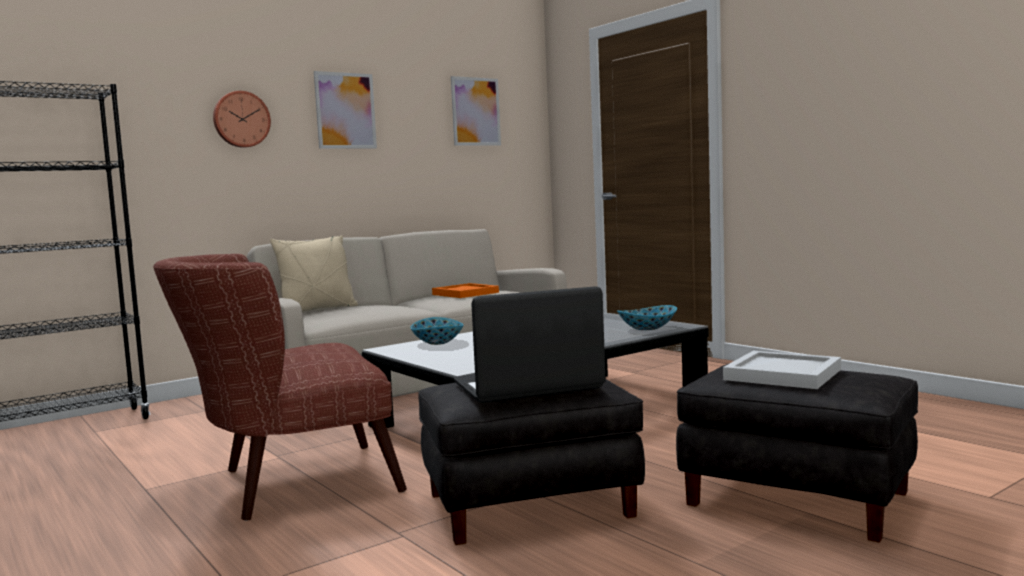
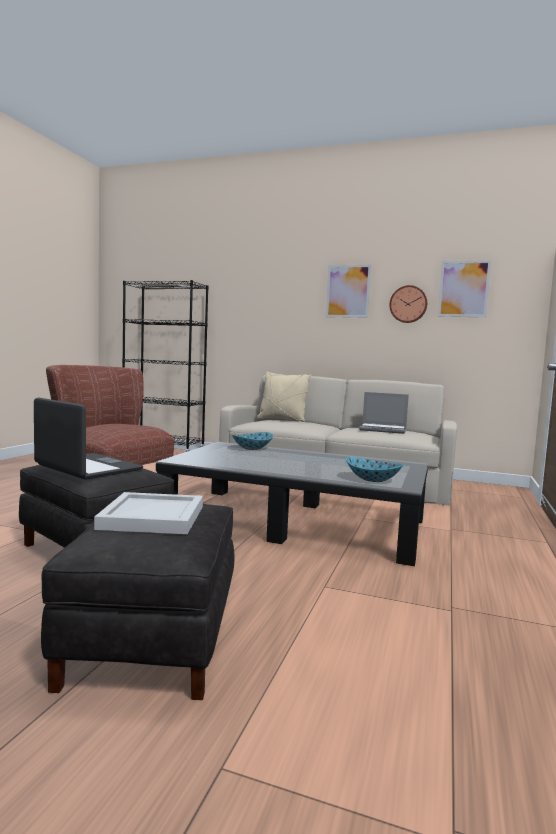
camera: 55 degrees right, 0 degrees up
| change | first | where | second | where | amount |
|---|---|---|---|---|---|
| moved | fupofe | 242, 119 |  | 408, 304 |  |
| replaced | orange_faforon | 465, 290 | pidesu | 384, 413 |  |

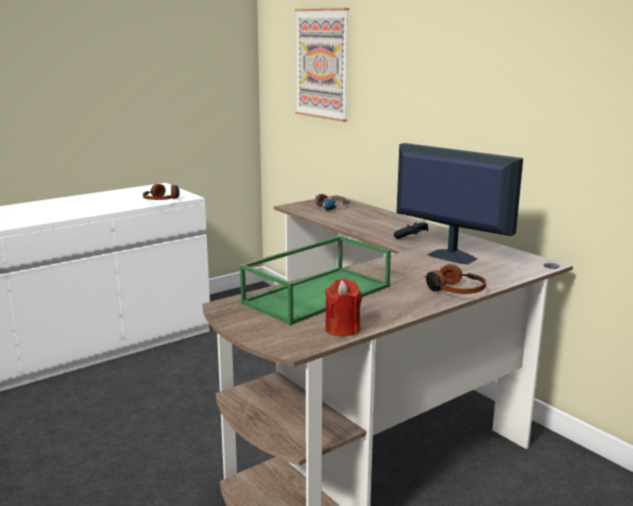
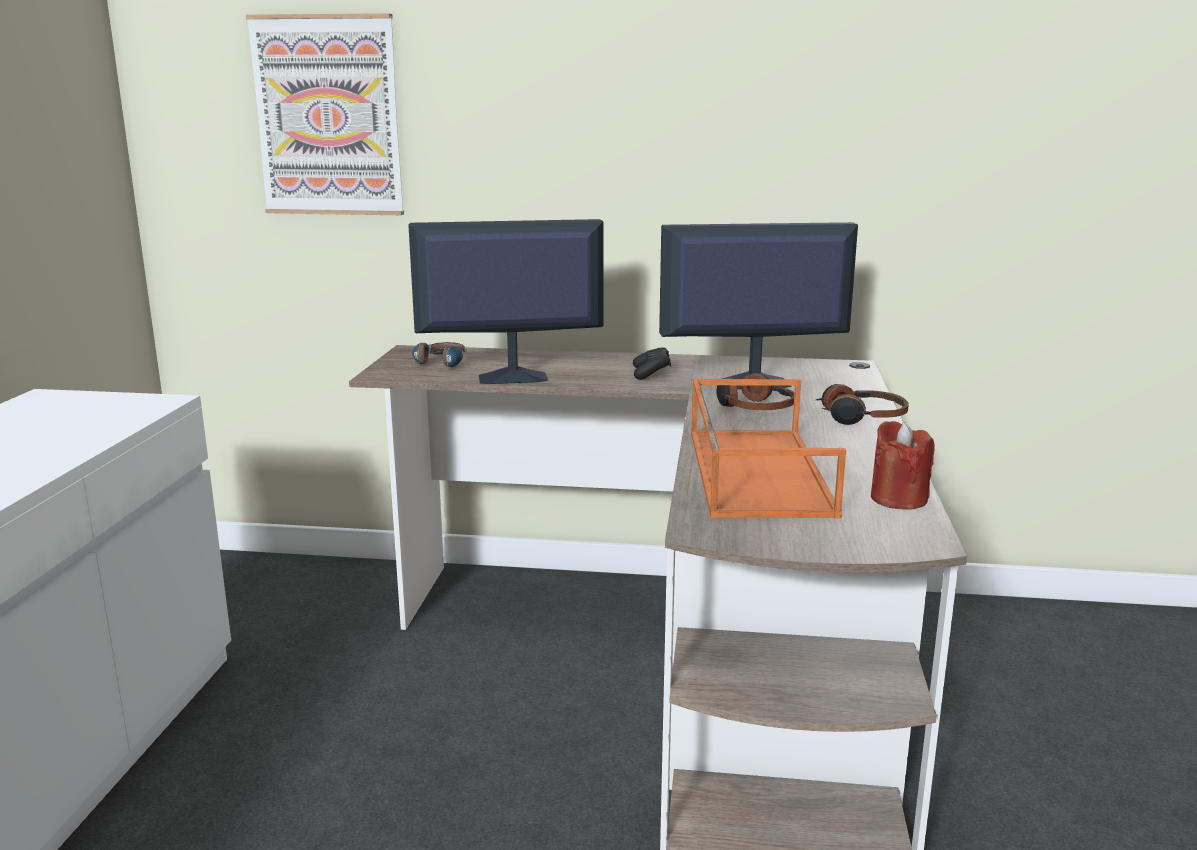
camera: 45 degrees left, 0 degrees up
| change | first | where | second | where | amount |
|---|---|---|---|---|---|
| moved | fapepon | 161, 192 |  | 755, 391 |  |
| recoloured | green_faforon | 315, 280 | orange_faforon | 768, 448 |  |
| added |  |  | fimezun | 506, 301 |  |

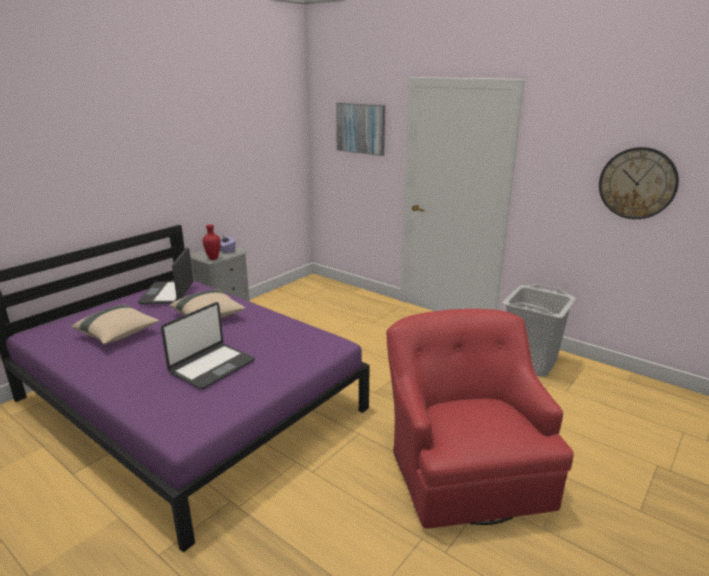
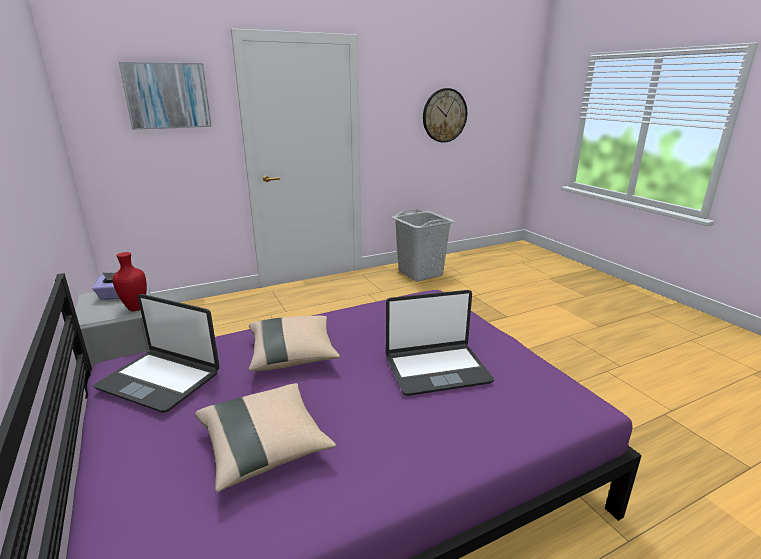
camera: 65 degrees left, 0 degrees up
| change | first | where | second | where | amount |
|---|---|---|---|---|---|
| turned | pidesu | 208, 345 |  | 440, 343 | 105 degrees clockwise |
| removed | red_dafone | 480, 418 |  |  |  |

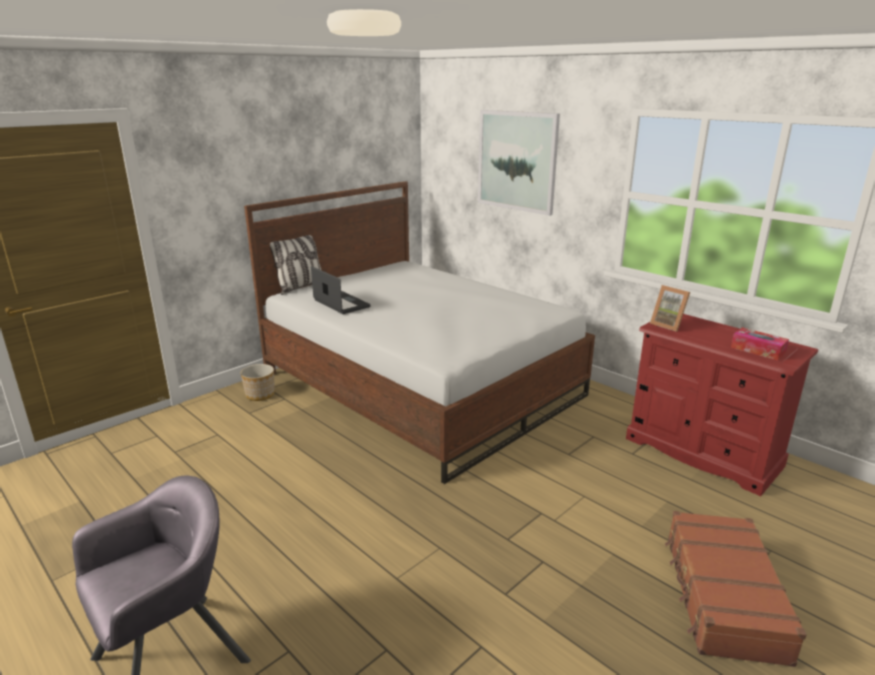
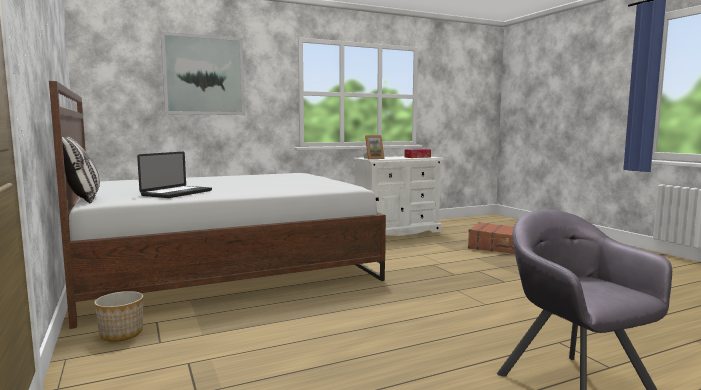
camera: 70 degrees left, 15 degrees down
| change | first | where | second | where | amount |
|---|---|---|---|---|---|
| turned | pidesu | 340, 290 |  | 174, 175 | 135 degrees clockwise |
| recoloured | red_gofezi | 722, 405 | white_gofezi | 398, 196 |  |

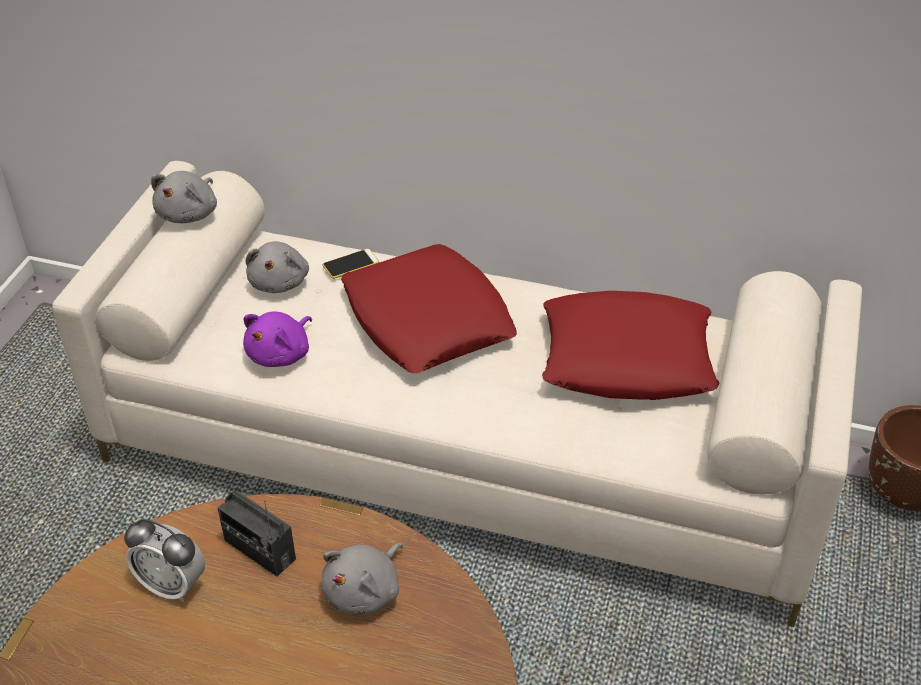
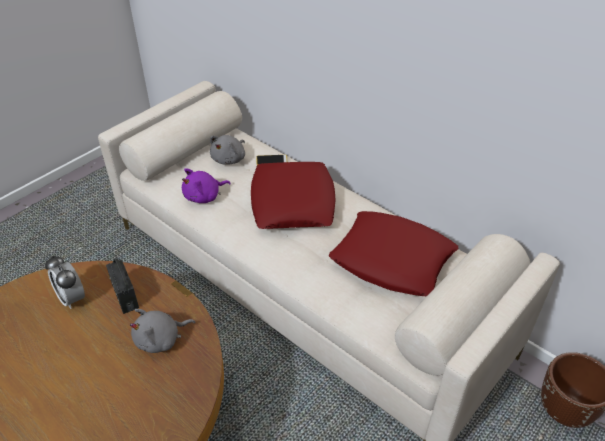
camera: 25 degrees right, 0 degrees up
| change | first | where | second | where | amount |
|---|---|---|---|---|---|
| removed | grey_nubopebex | 184, 197 |  |  |  |

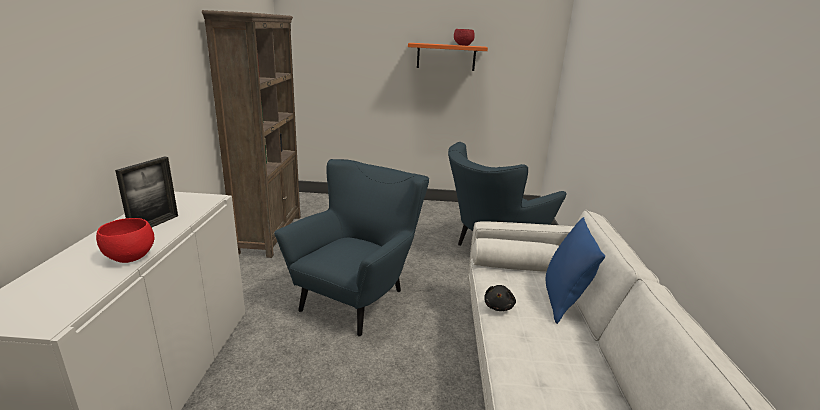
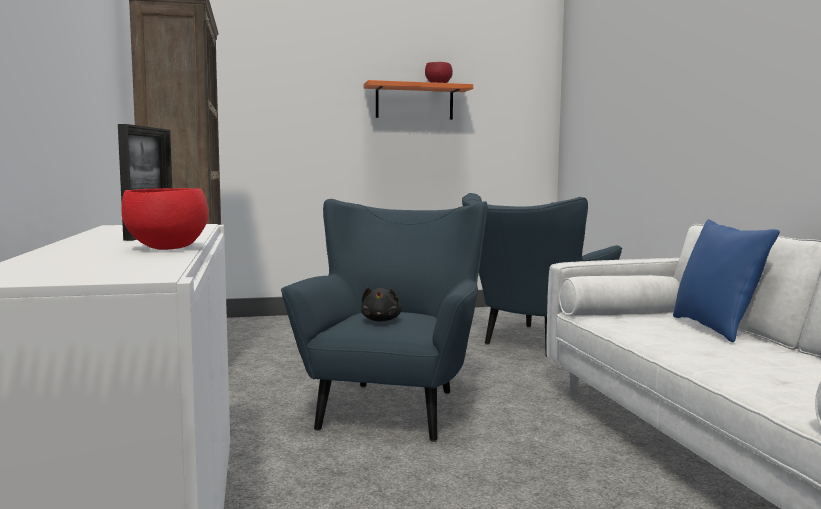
camera: 15 degrees left, 15 degrees down
| change | first | where | second | where | amount |
|---|---|---|---|---|---|
| moved | black_nubopebex | 500, 298 |  | 381, 304 |  |

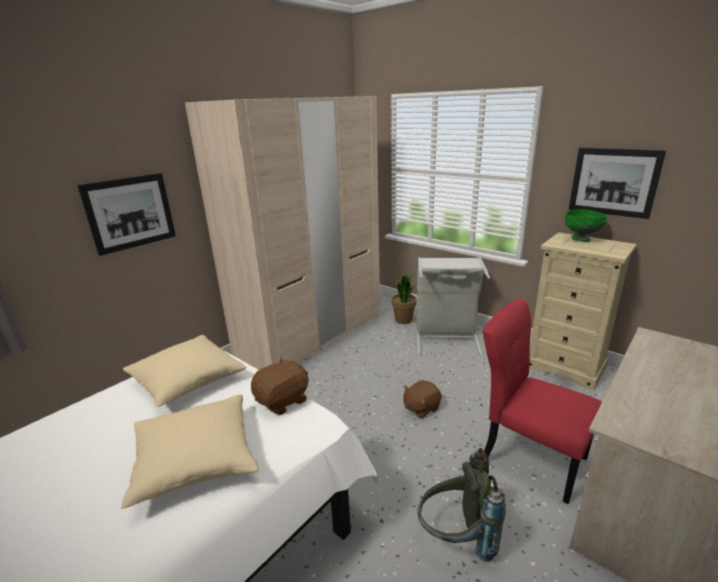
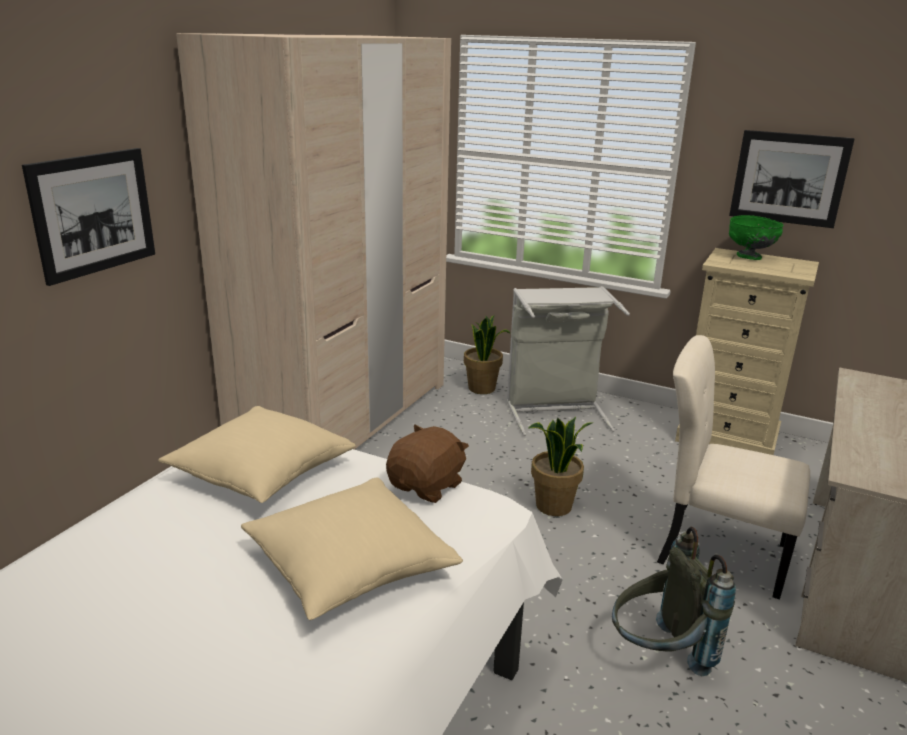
camera: 15 degrees left, 0 degrees up
| change | first | where | second | where | amount |
|---|---|---|---|---|---|
| replaced | brown_nubopebex | 422, 399 | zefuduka | 561, 466 |  |
| recoloured | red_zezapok | 542, 401 | beige_zezapok | 733, 467 |  |

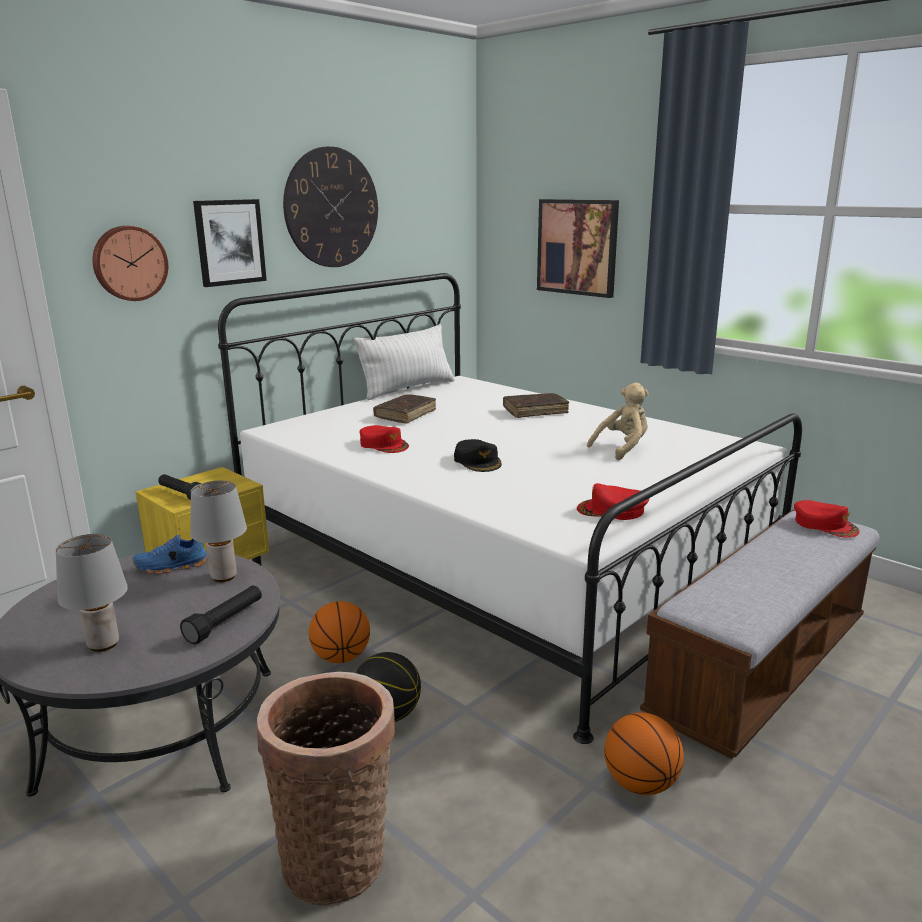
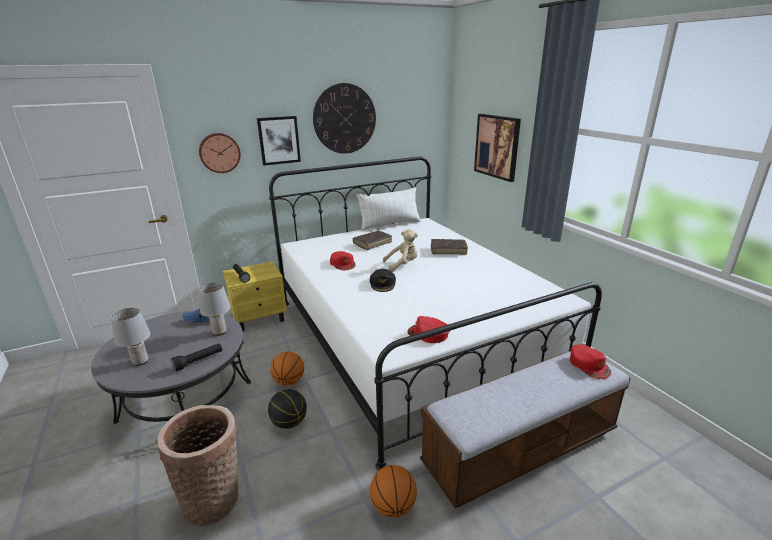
camera: 20 degrees right, 5 degrees up
| change | first | where | second | where | amount |
|---|---|---|---|---|---|
| moved | beige_nubopebex | 618, 421 |  | 400, 250 |  |

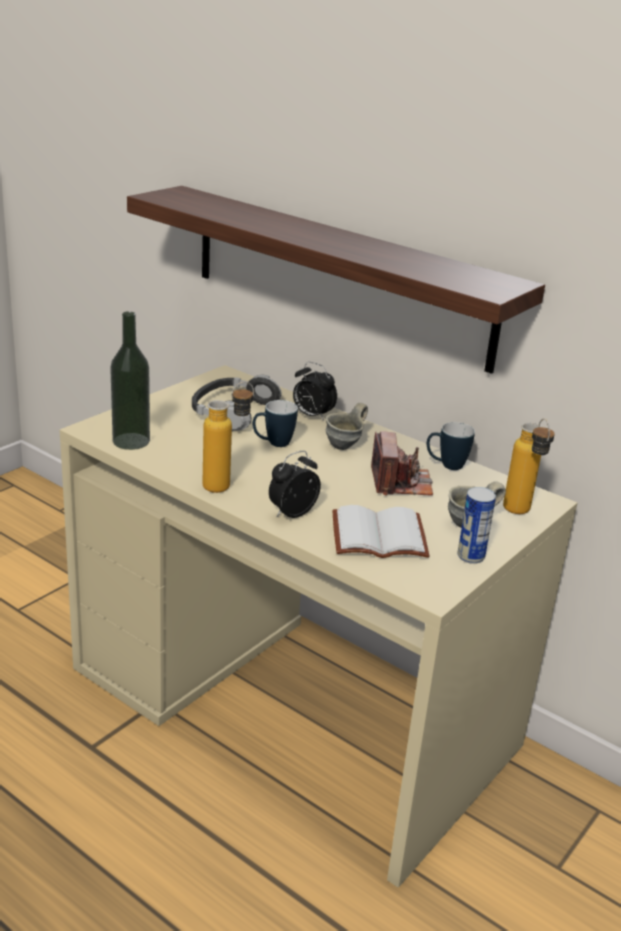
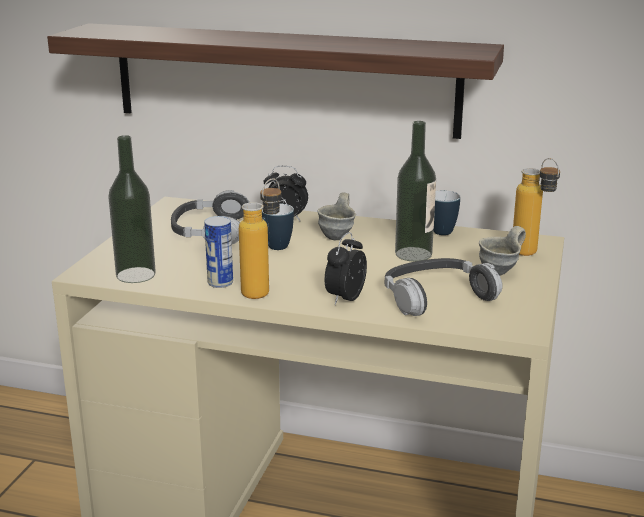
camera: 20 degrees left, 5 degrees down
| change | first | where | second | where | amount |
|---|---|---|---|---|---|
| replaced | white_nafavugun | 381, 531 | fapepon | 443, 287 |  |
| replaced | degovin | 402, 463 | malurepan | 415, 191 |  |
| moved | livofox | 476, 525 |  | 218, 252 |  |

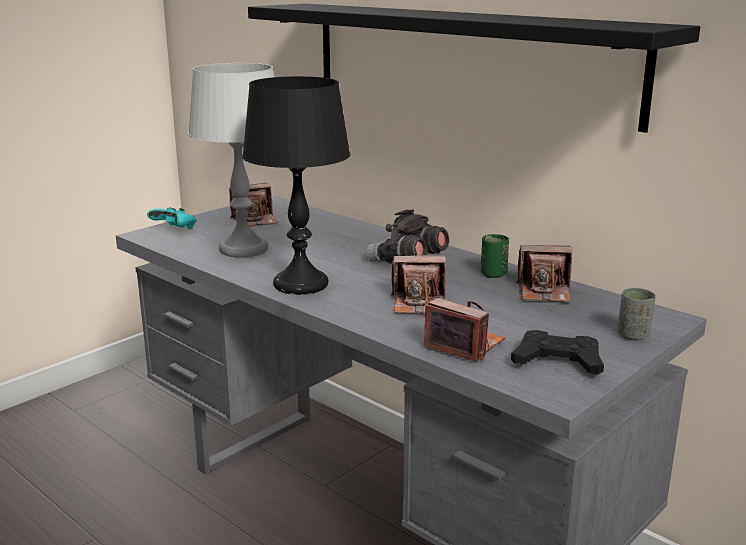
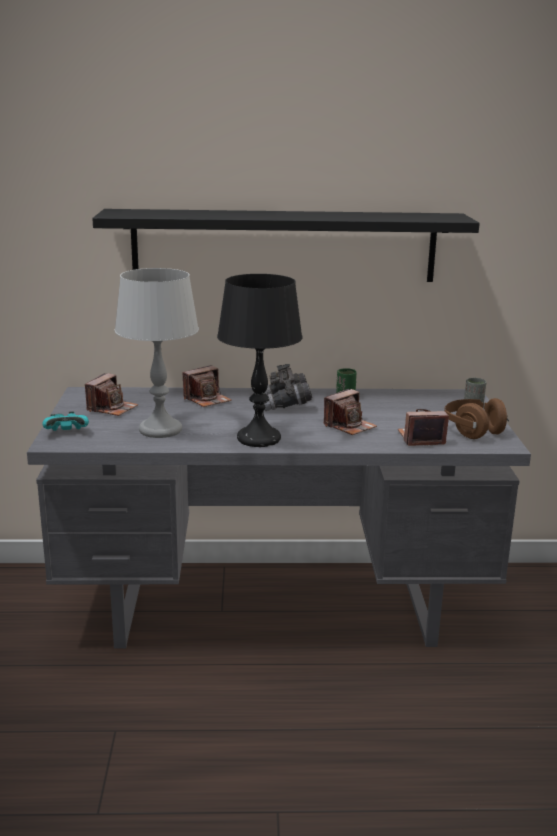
camera: 45 degrees left, 0 degrees up
| change | first | where | second | where | amount |
|---|---|---|---|---|---|
| replaced | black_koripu | 557, 352 | brown_fapepon | 476, 418 |  |
| moved | degovin | 544, 273 |  | 207, 386 |  |

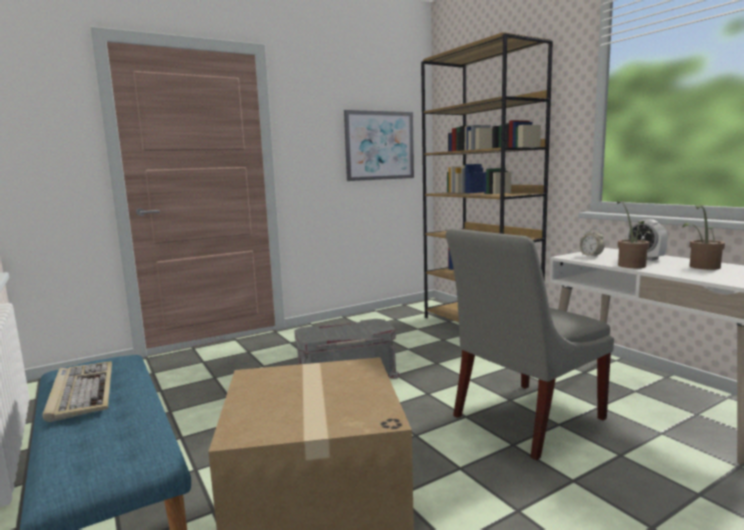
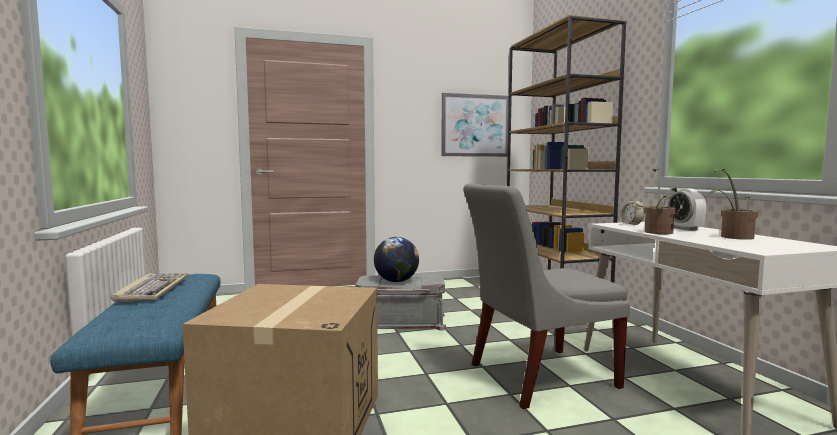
camera: 15 degrees right, 5 degrees down
| change | first | where | second | where | amount |
|---|---|---|---|---|---|
| added |  |  | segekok | 396, 259 |  |

